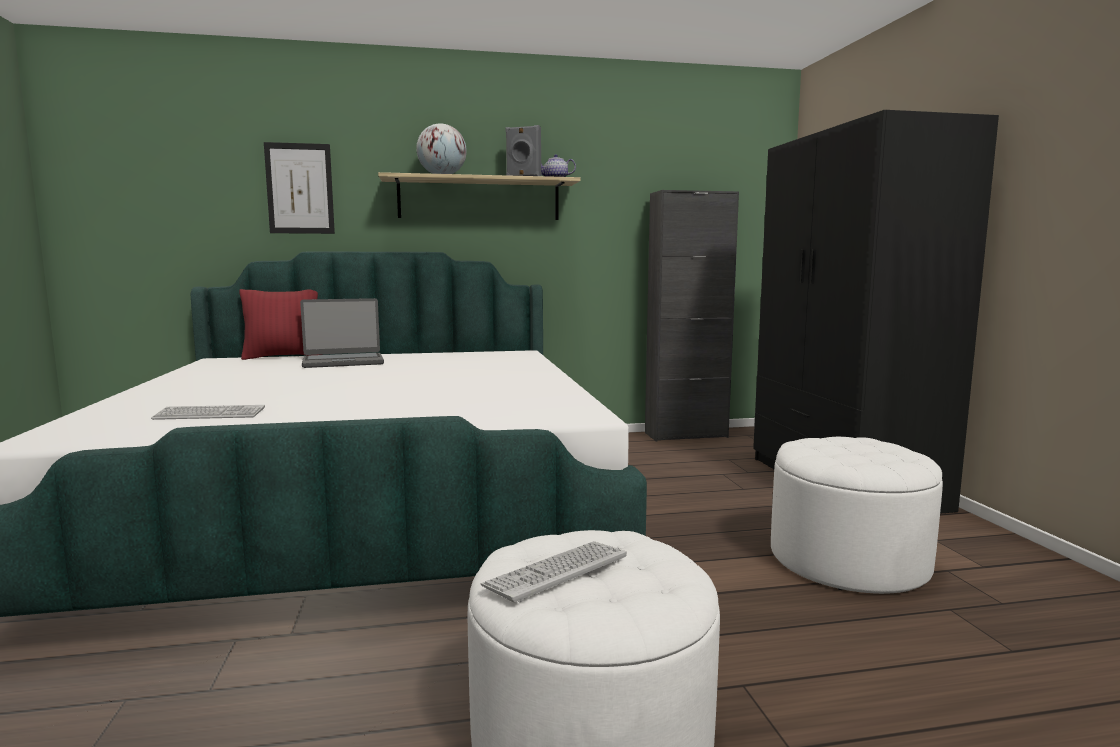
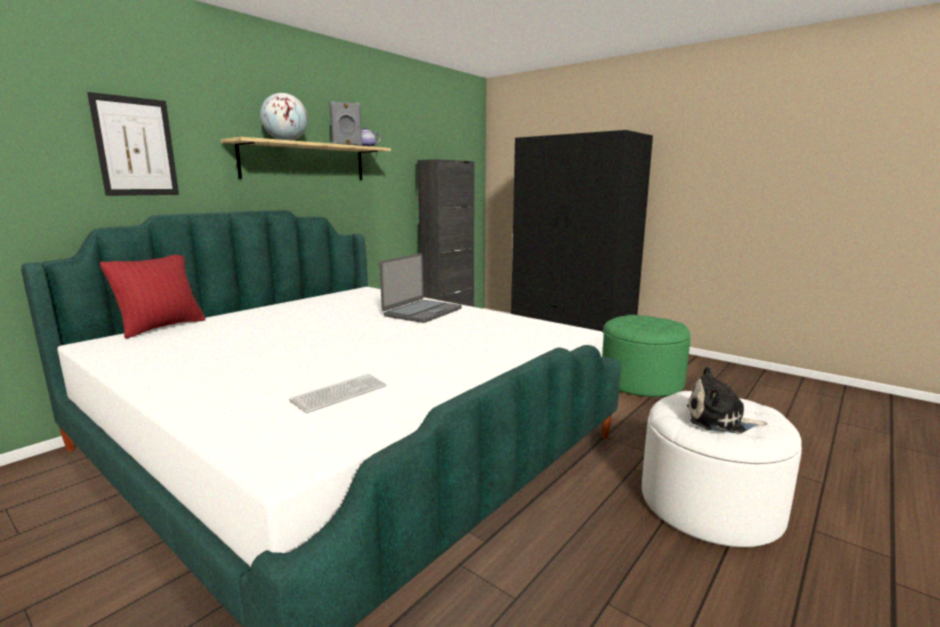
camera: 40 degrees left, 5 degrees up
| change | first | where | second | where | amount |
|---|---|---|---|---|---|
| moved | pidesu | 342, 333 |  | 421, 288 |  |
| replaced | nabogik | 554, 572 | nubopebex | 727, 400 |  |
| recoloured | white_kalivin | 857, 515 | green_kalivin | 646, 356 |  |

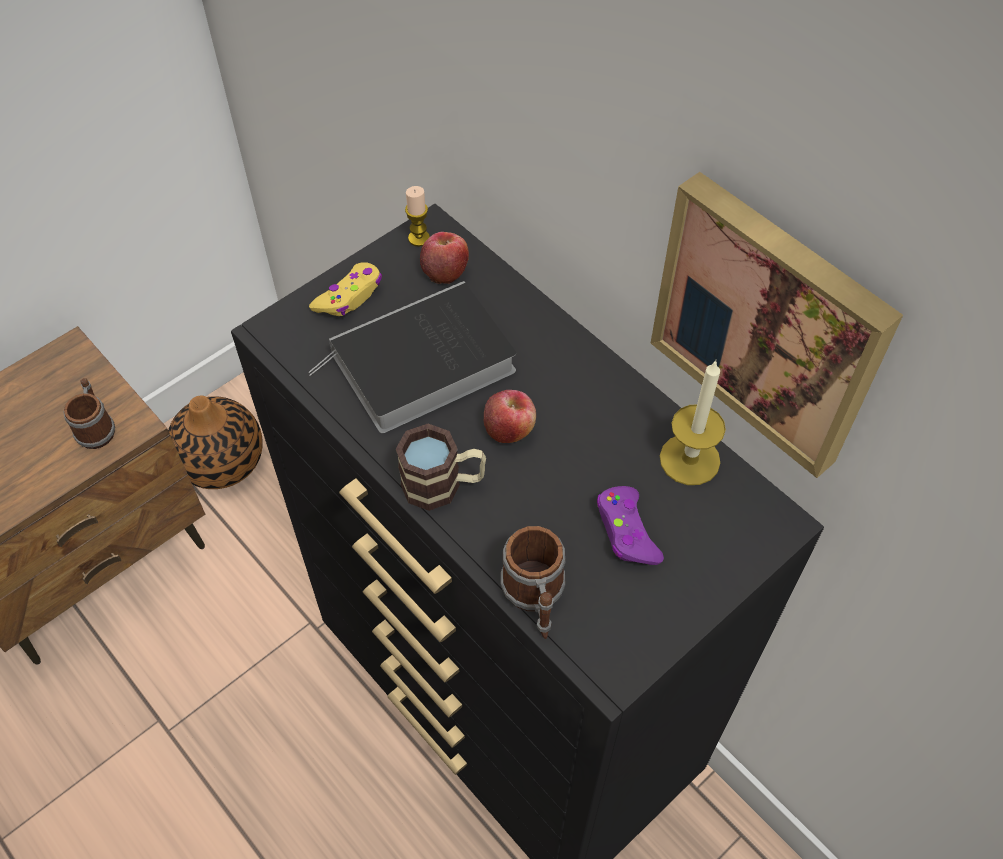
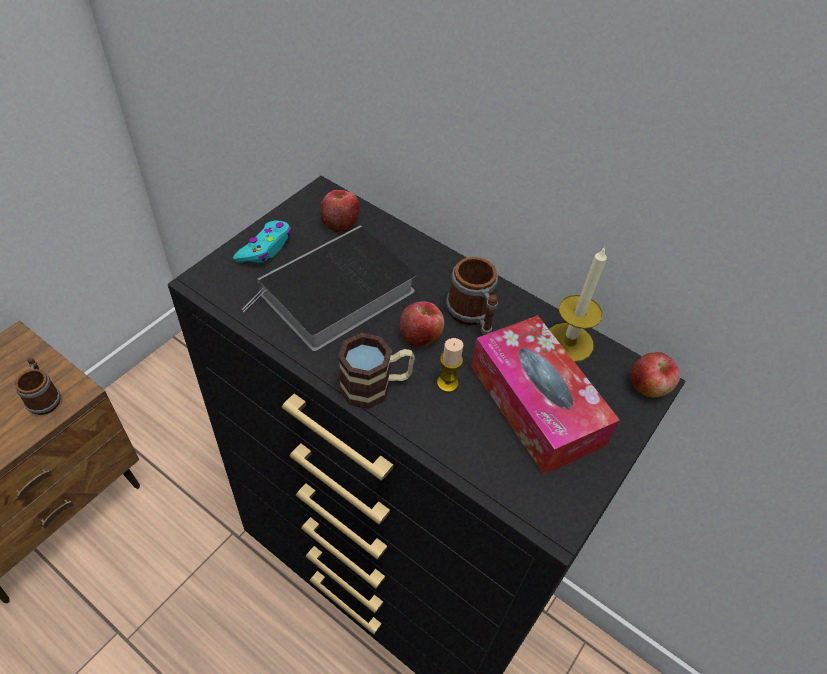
camera: 15 degrees left, 5 degrees down
| change | first | where | second | where | amount |
|---|---|---|---|---|---|
| removed | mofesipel | 215, 442 |  |  |  |
| recoloured | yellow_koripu | 345, 289 | turquoise_koripu | 262, 241 |  |
| moved | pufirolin | 417, 216 |  | 450, 365 |  |
| moved | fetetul | 533, 582 |  | 472, 296 |  |
| replaced | purple_koripu | 630, 525 | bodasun | 545, 395 |  |
| removed | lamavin | 777, 325 |  |  |  |
| added |  |  | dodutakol | 655, 374 |  |

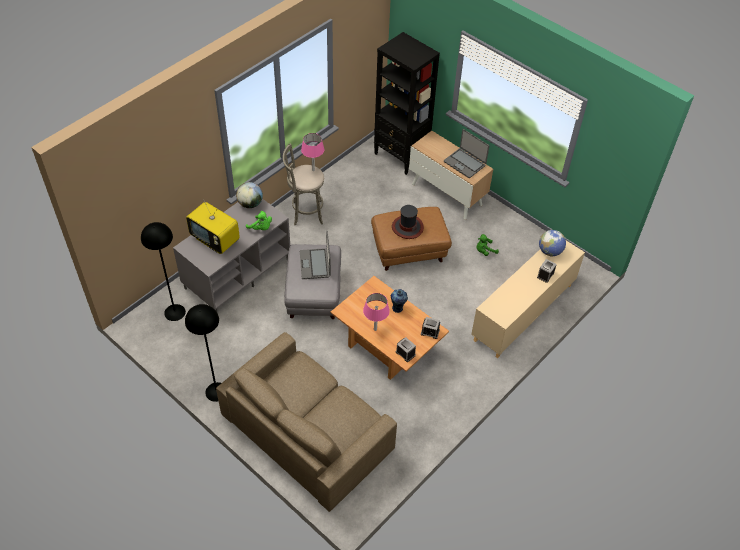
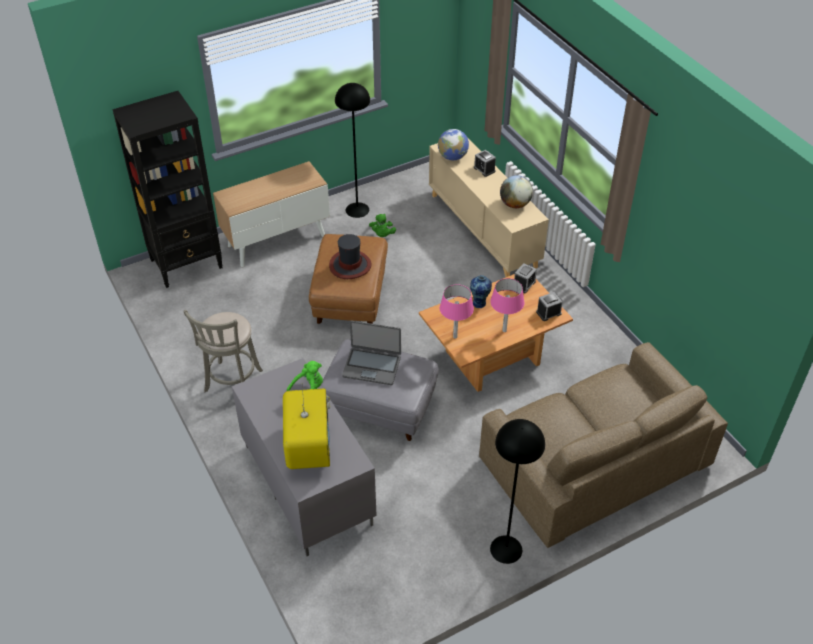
camera: 70 degrees left, 5 degrees down
| change | first | where | second | where | amount |
|---|---|---|---|---|---|
| moved | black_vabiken | 163, 271 |  | 352, 150 |  |
| turned | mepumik | 213, 227 |  | 306, 426 | 60 degrees counterclockwise |
| moved | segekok | 249, 195 |  | 516, 191 |  |
| moved | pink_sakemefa | 312, 152 |  | 457, 311 |  |
| removed | pidesu | 466, 153 |  |  |  |

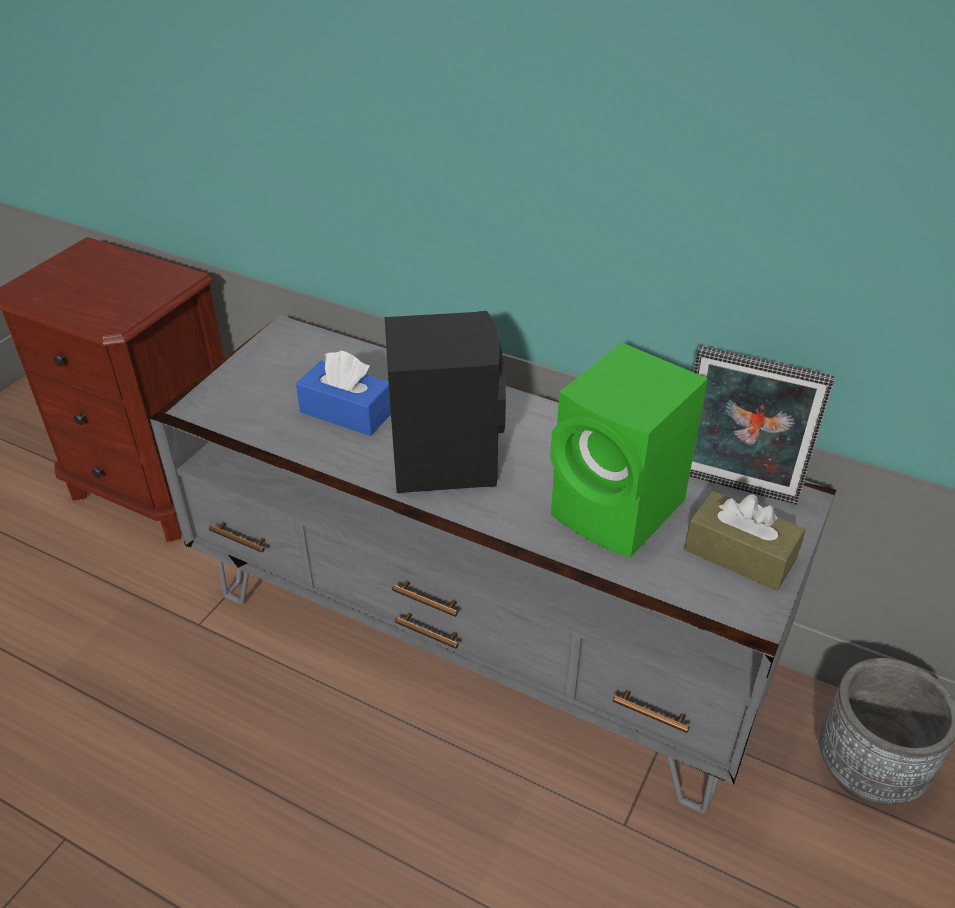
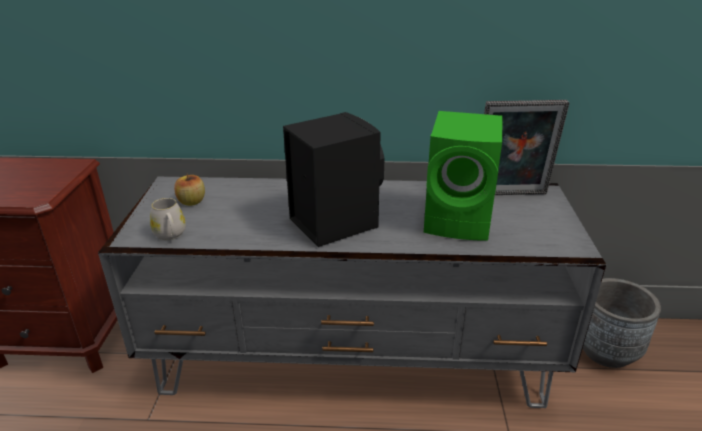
camera: 25 degrees left, 10 degrees down
| change | first | where | second | where | amount |
|---|---|---|---|---|---|
| removed | blue_bodasun | 343, 393 |  |  |  |
| removed | brown_bodasun | 745, 541 |  |  |  |
| added |  |  | white_fetetul | 168, 219 |  |
| added |  |  | dodutakol | 189, 190 |  |

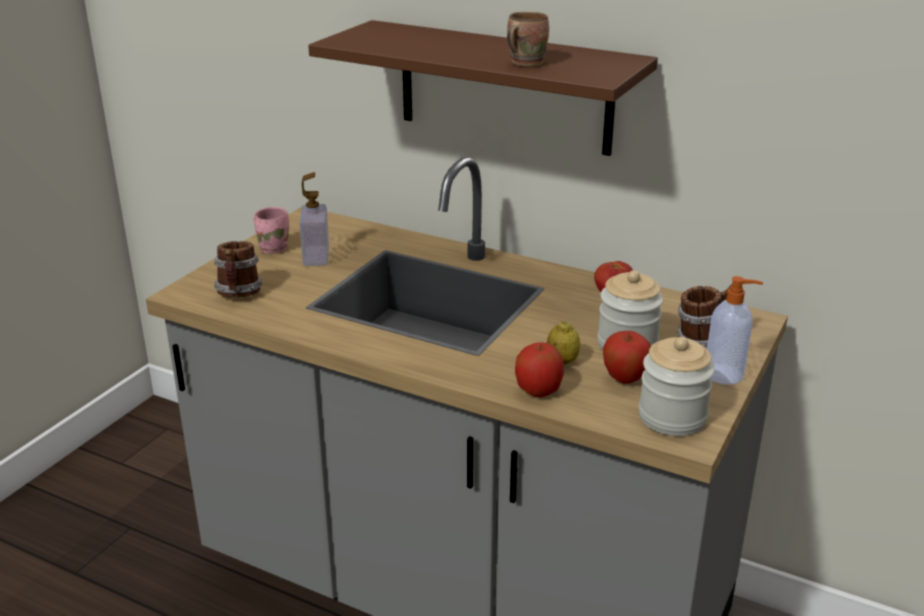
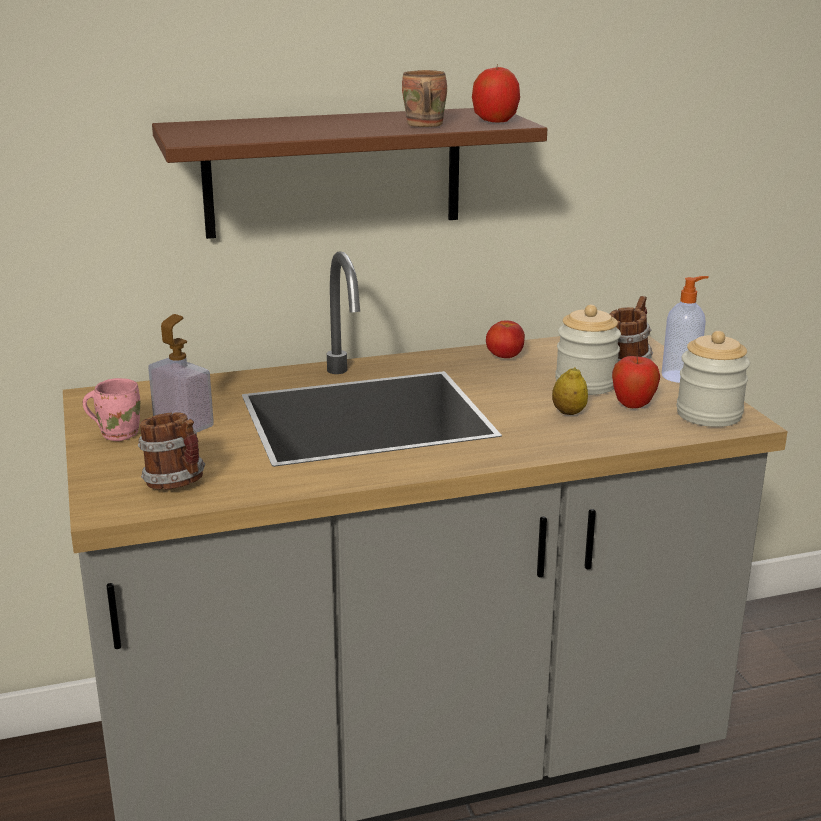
camera: 45 degrees left, 5 degrees down
| change | first | where | second | where | amount |
|---|---|---|---|---|---|
| moved | dodutakol | 539, 369 |  | 496, 93 |  |

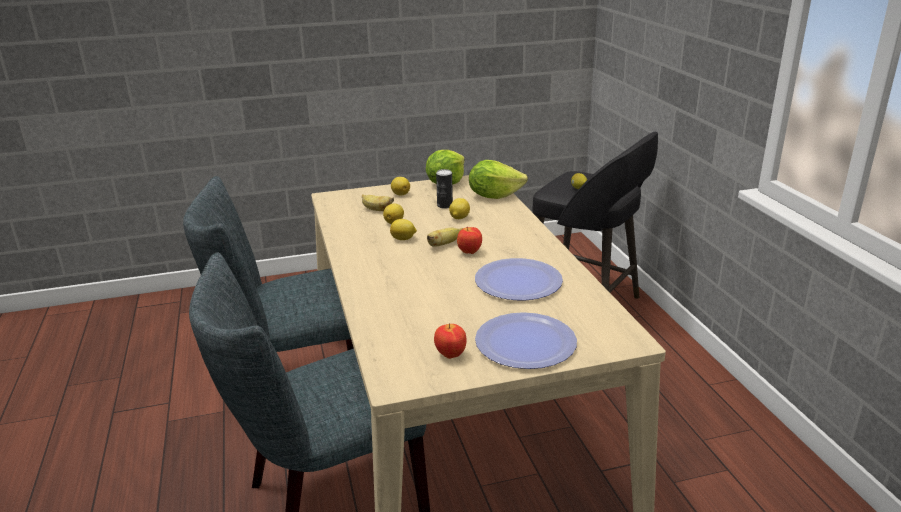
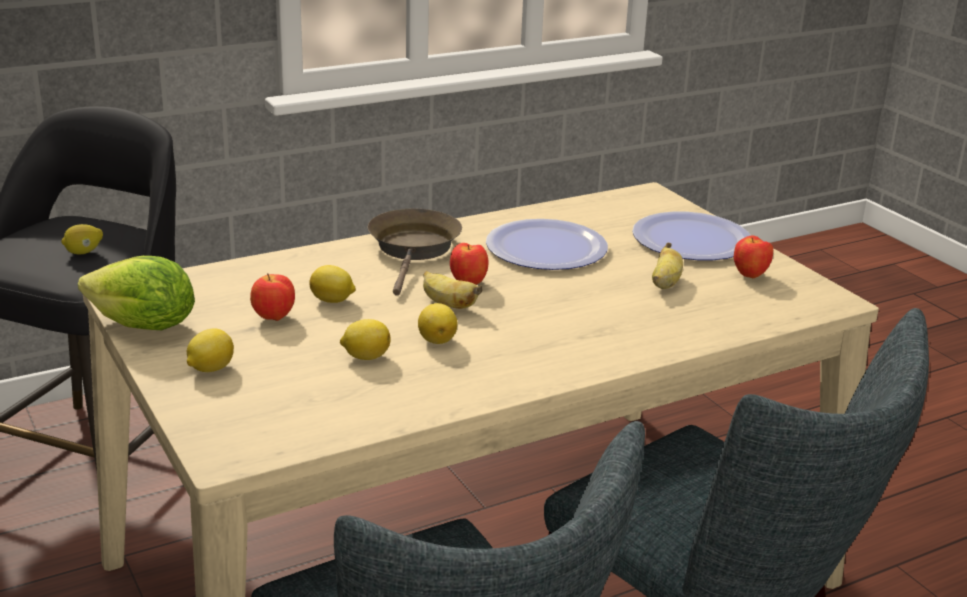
camera: 105 degrees left, 0 degrees up
| change | first | where | second | where | amount |
|---|---|---|---|---|---|
| moved | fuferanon | 378, 203 |  | 667, 265 |  |
| replaced | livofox | 444, 189 | dodutakol | 272, 297 |  |
| removed | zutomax | 498, 179 |  |  |  |
| added |  |  | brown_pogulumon | 414, 252 |  |

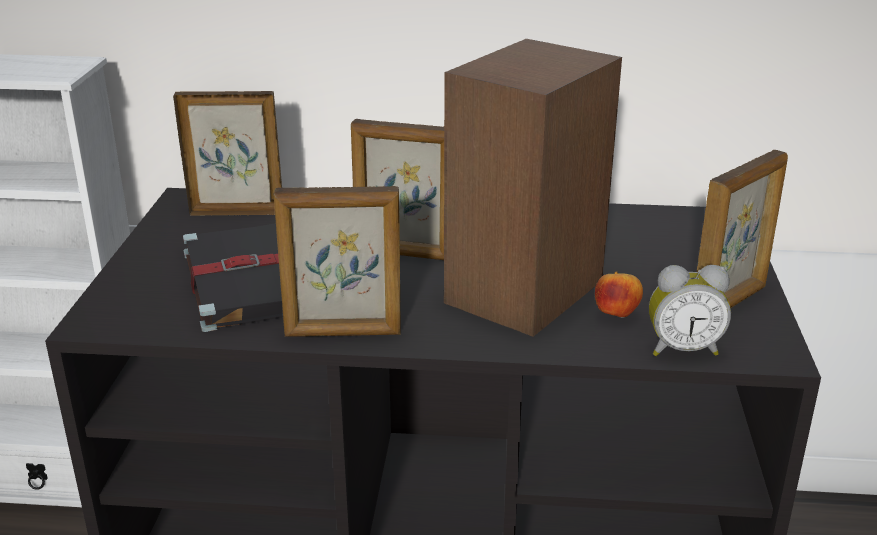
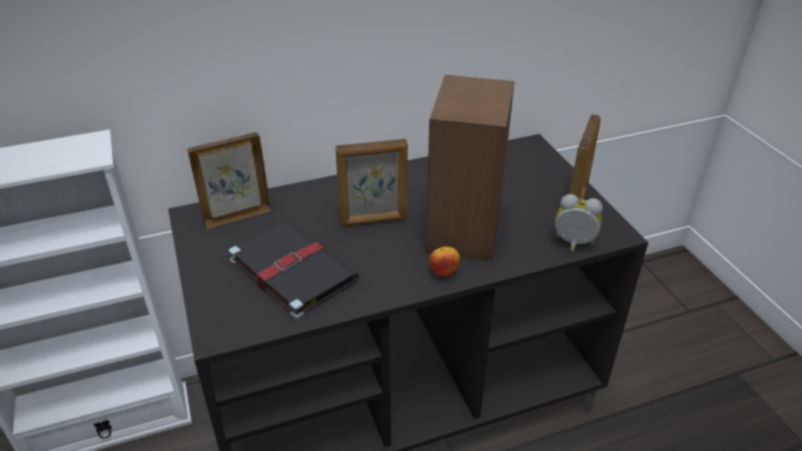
camera: 25 degrees left, 10 degrees up
| change | first | where | second | where | amount |
|---|---|---|---|---|---|
| removed | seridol | 337, 261 |  |  |  |
| moved | dodutakol | 619, 294 |  | 444, 261 |  |
| turned | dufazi | 690, 310 |  | 579, 223 | 135 degrees counterclockwise |

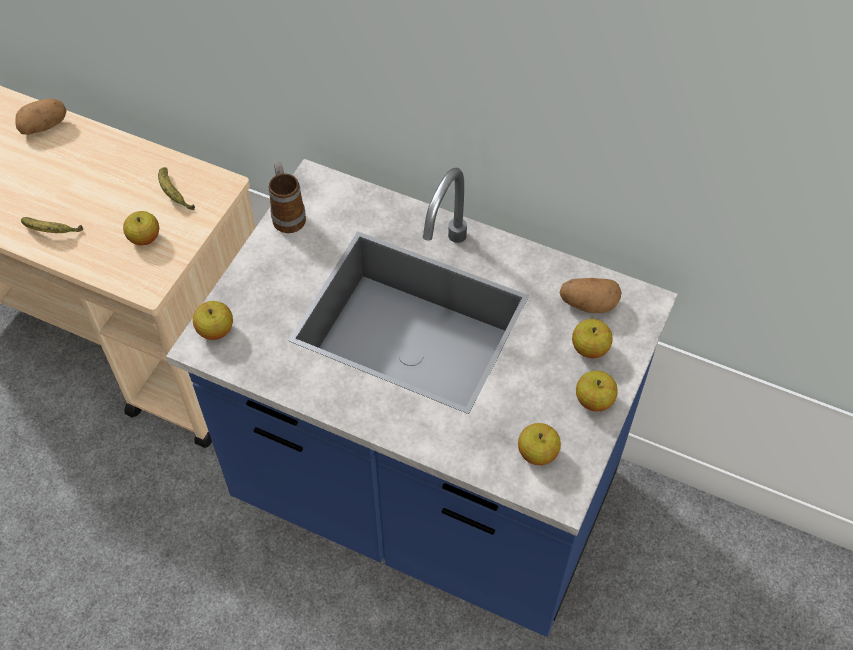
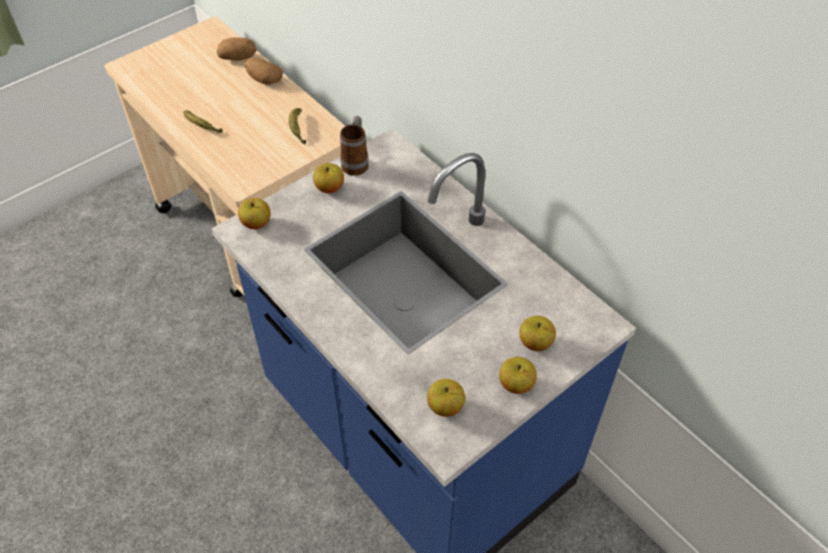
camera: 25 degrees right, 5 degrees down
| change | first | where | second | where | amount |
|---|---|---|---|---|---|
| moved | dodutakol | 141, 228 |  | 328, 178 |  |
| moved | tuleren | 590, 295 |  | 264, 71 |  |

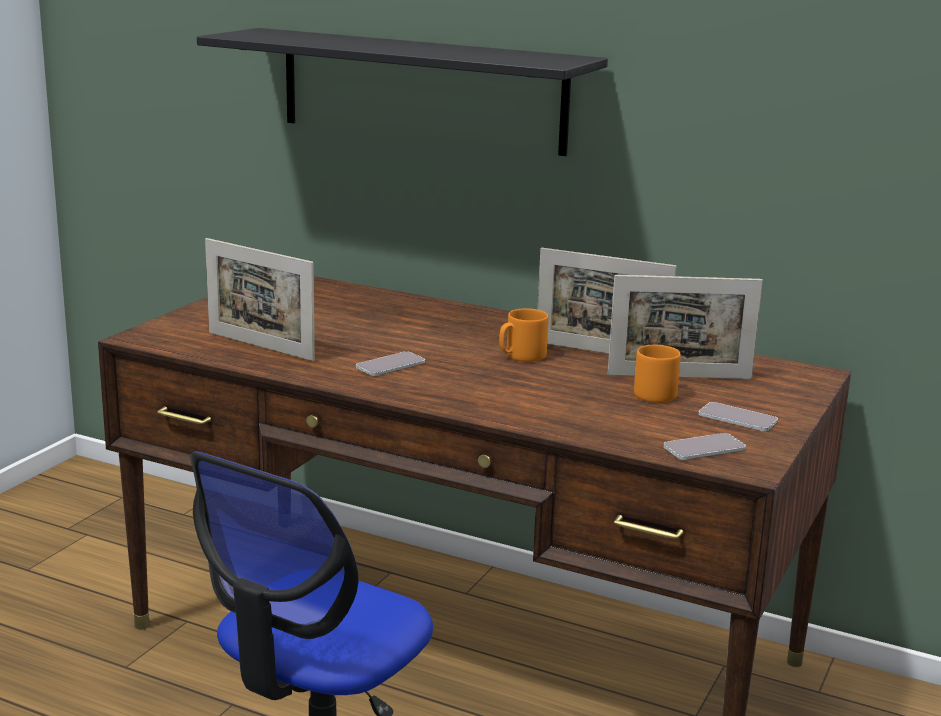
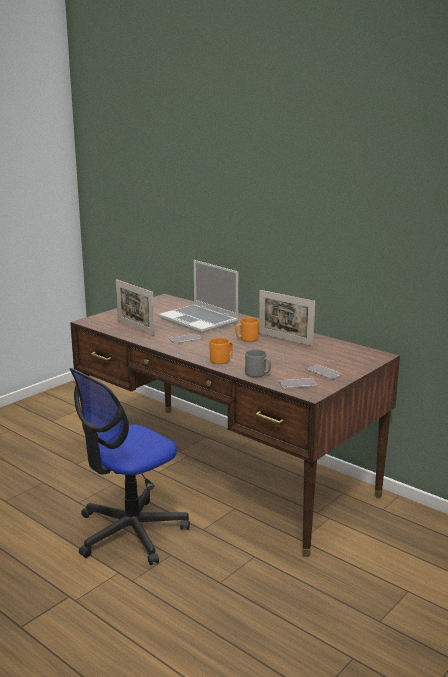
camera: 15 degrees right, 0 degrees up
| change | first | where | second | where | amount |
|---|---|---|---|---|---|
| removed | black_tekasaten | 402, 92 |  |  |  |
| removed | seridol | 685, 327 |  |  |  |
| moved | orange_fetetul | 657, 374 |  | 221, 351 |  |
| added |  |  | pidesu | 199, 296 |  |
| added |  |  | grey_fetetul | 258, 363 |  |

